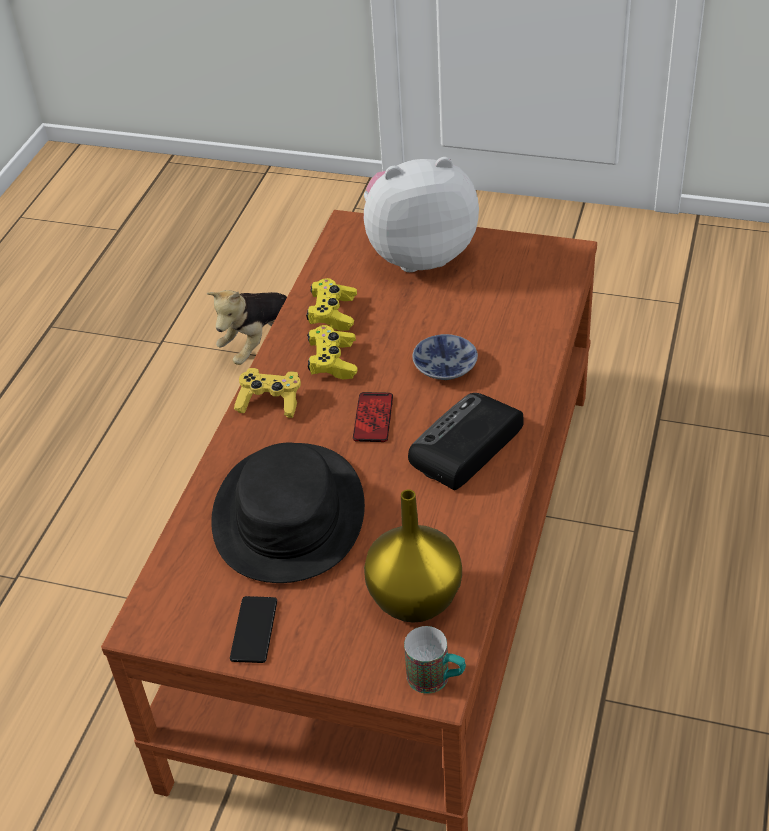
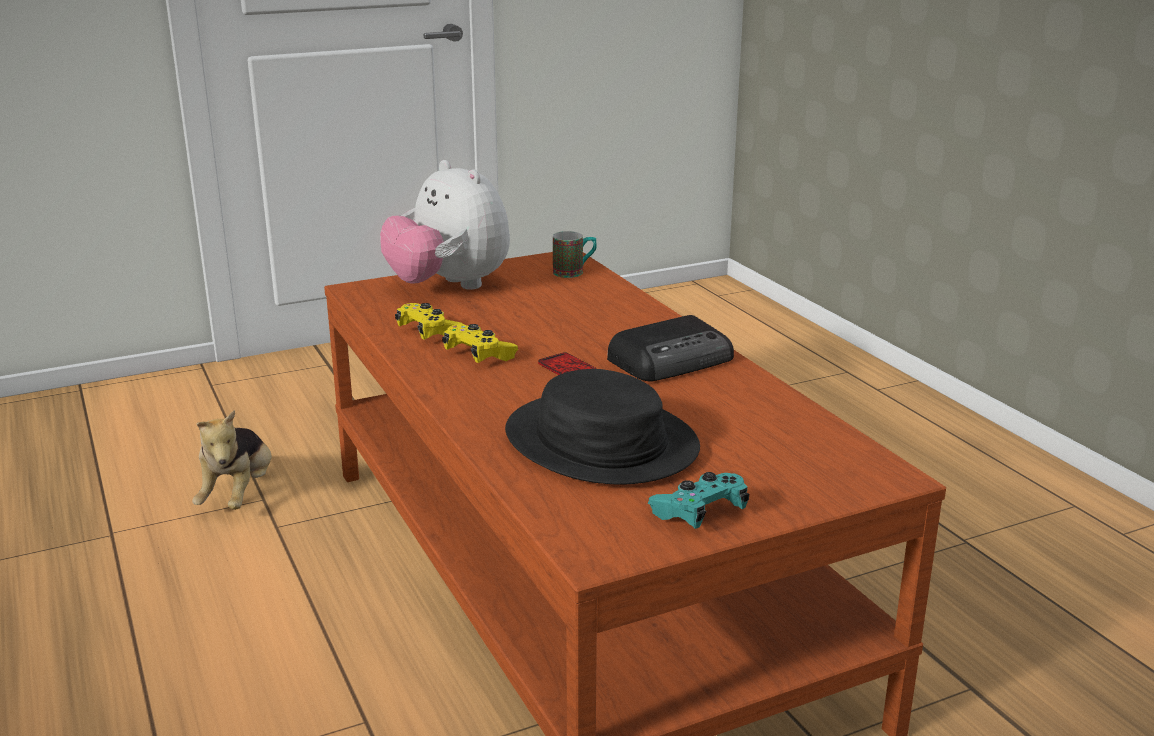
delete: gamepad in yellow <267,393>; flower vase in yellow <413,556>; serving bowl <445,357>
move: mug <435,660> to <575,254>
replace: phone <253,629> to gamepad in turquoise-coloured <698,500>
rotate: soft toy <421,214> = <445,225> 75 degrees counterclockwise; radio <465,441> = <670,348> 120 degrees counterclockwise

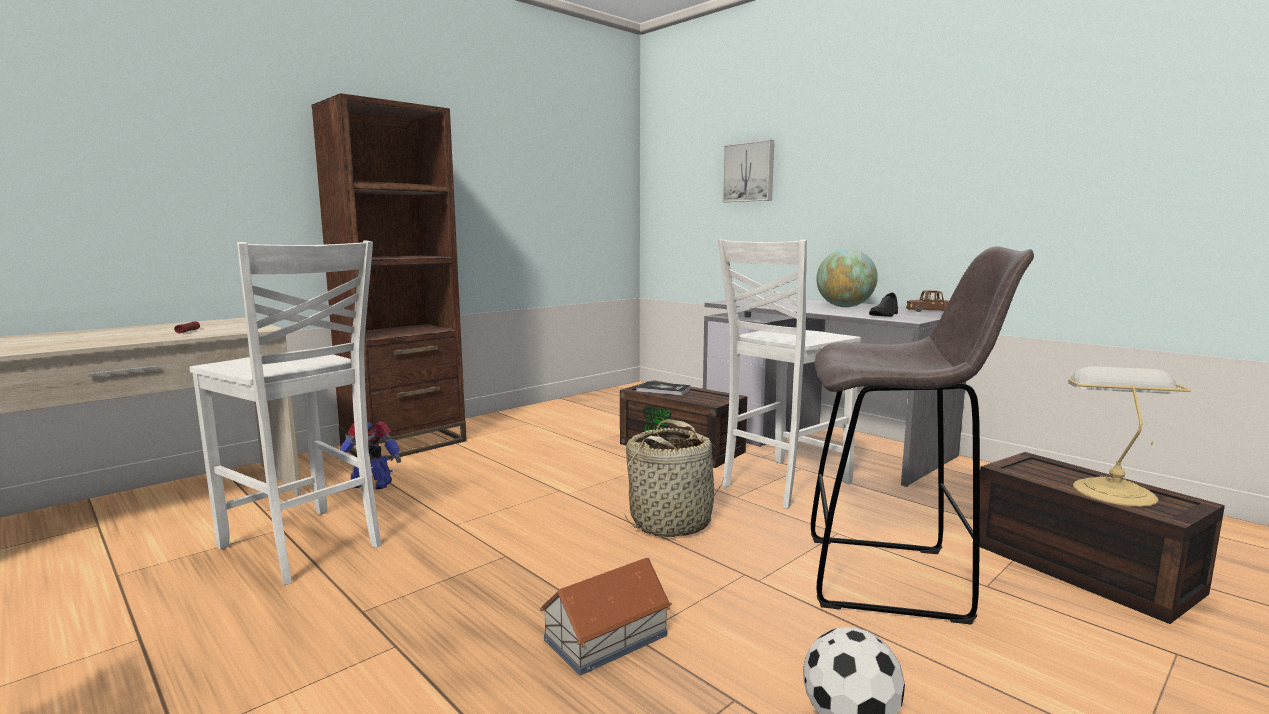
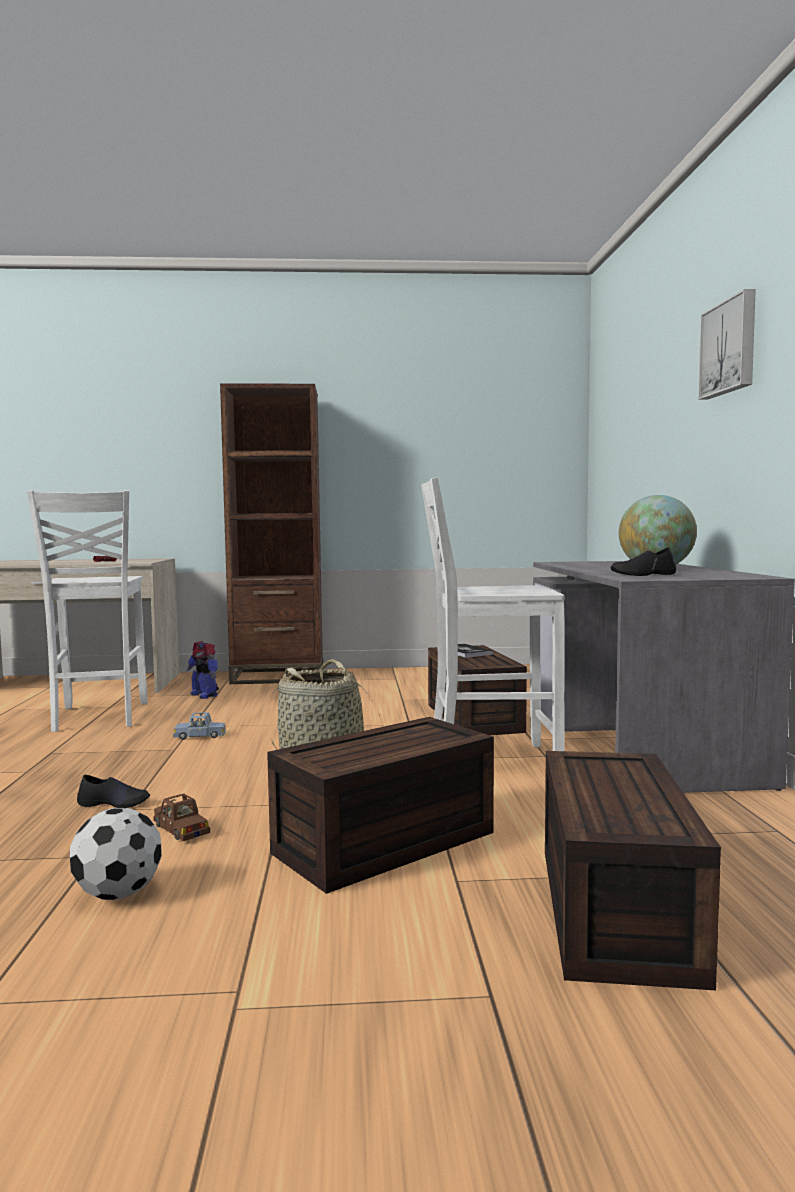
delete: table lamp <1129,436>
insert: miniature car in bluish <199,726>
move: wall picture <748,171> to <727,344>; miniature car in brownish <927,301> to <181,817>
replace: miniature house <606,617> to item of footwear in black-coloured <113,791>; stool seat in grey <922,435> to storage container in brownish <380,805>

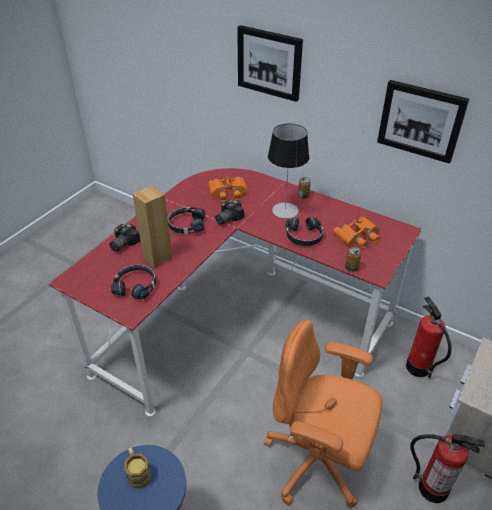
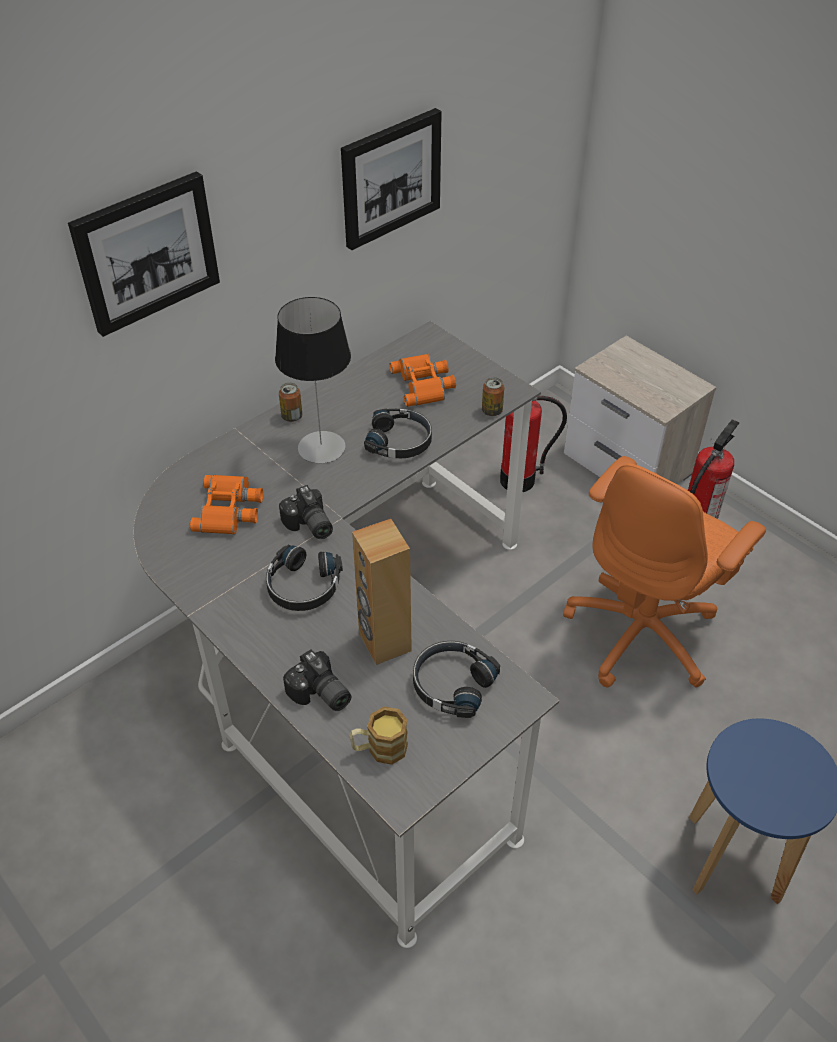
move: mug <137,468> to <379,736>
recolor: desk in reddish <235,292> to desk in grey <346,634>

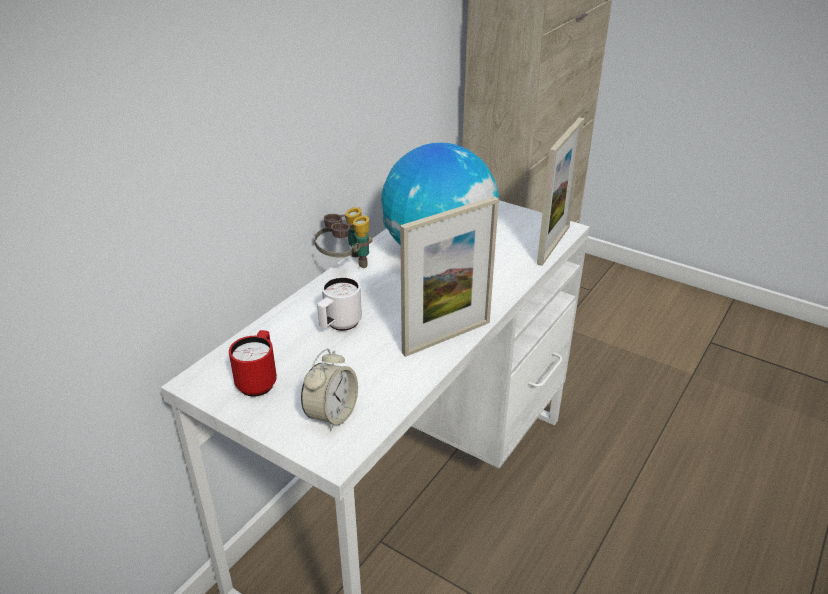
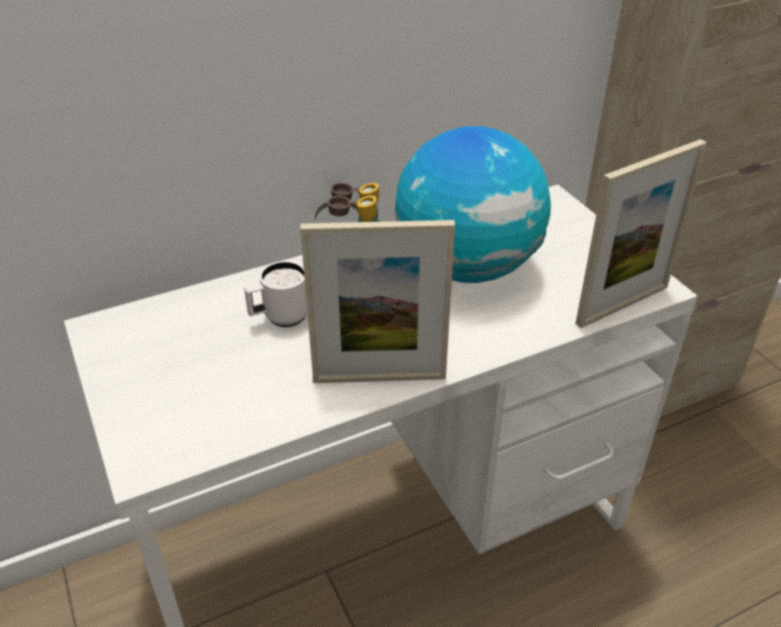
delete: mug in reddish <253,363>; table clock <329,389>

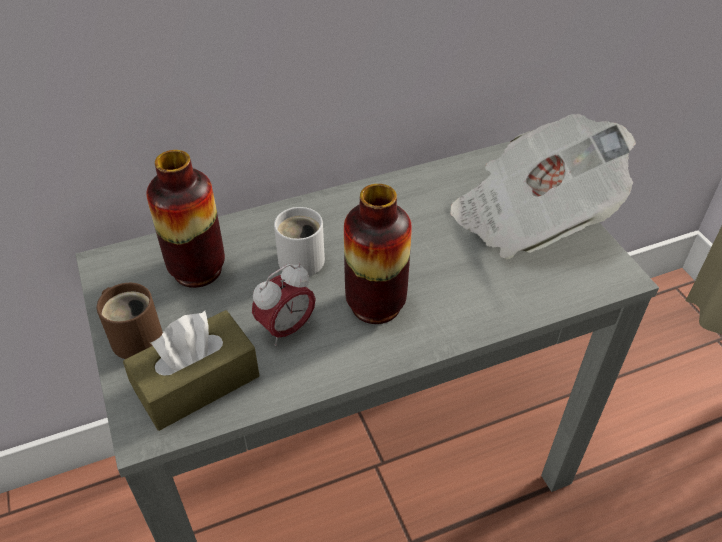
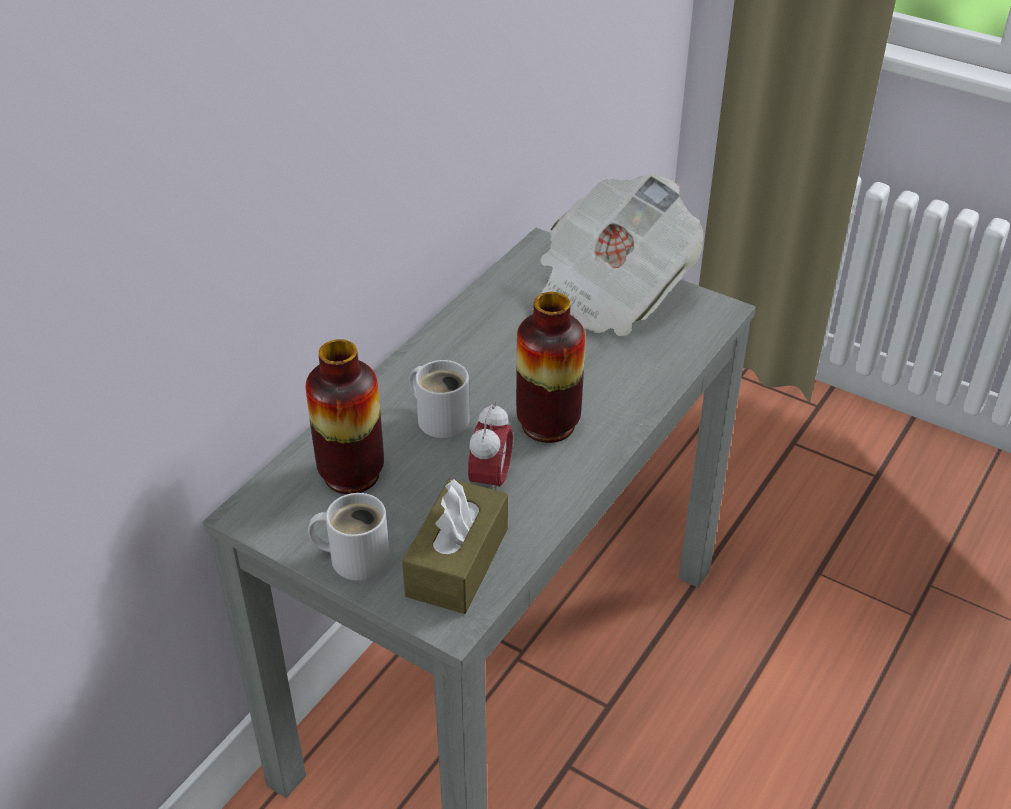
recolor: mug in brownish <130,321> to mug in white <349,537>

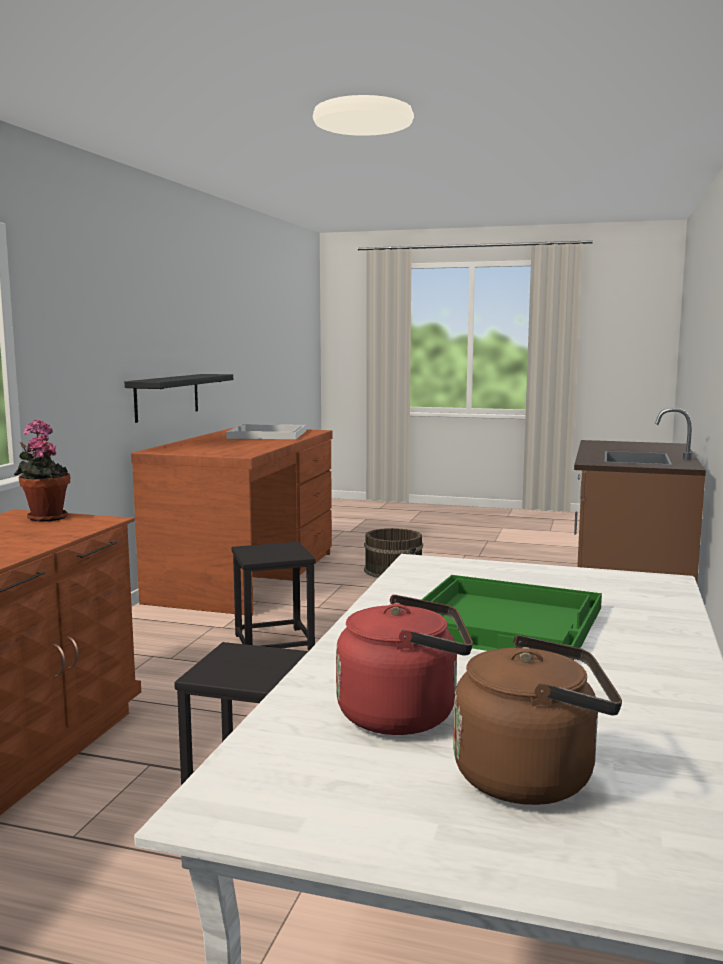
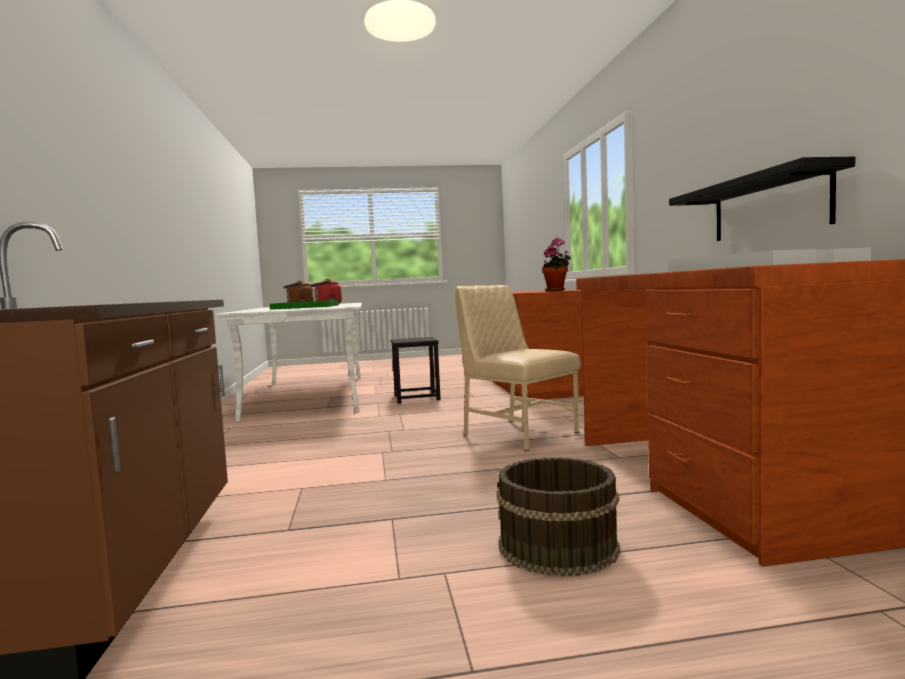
replace: stool seat in black-coloured <274,596> to plain chair in beige-coloured <517,368>

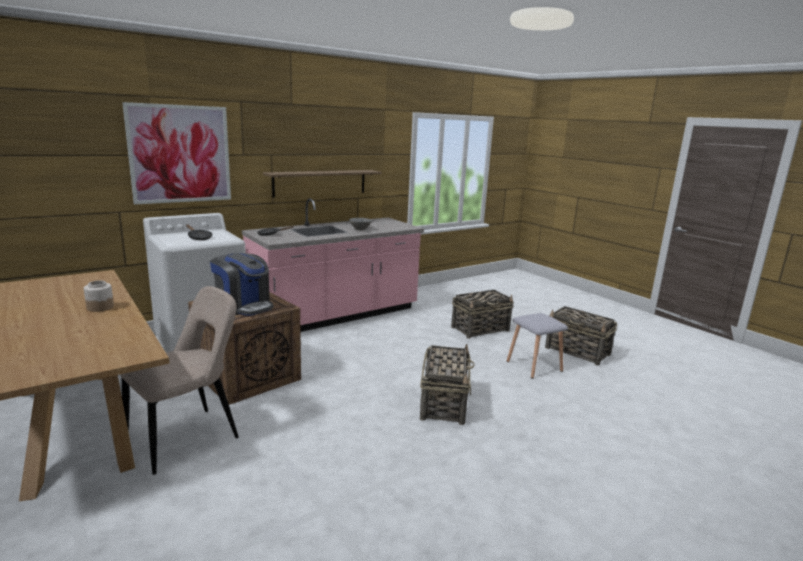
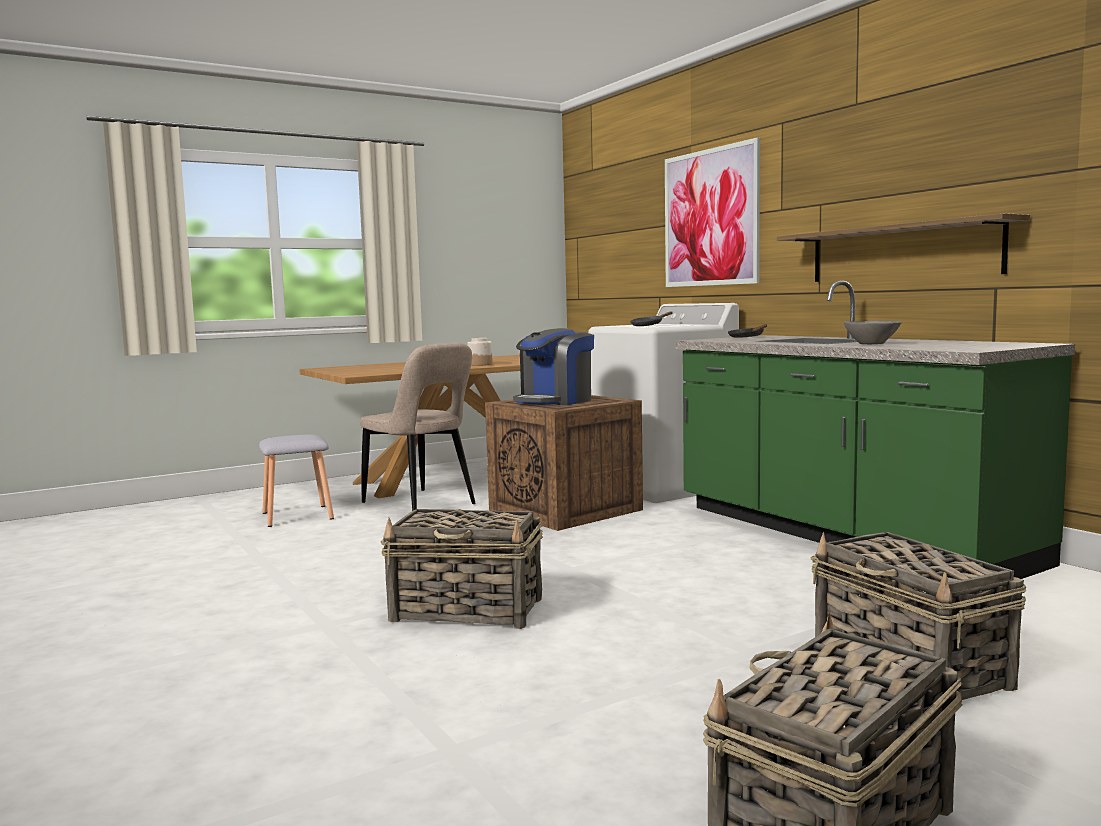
move: stool seat in grey <537,346> to <296,480>
recolor: kitchen base unit in pinkish <333,265> to kitchen base unit in green <875,430>

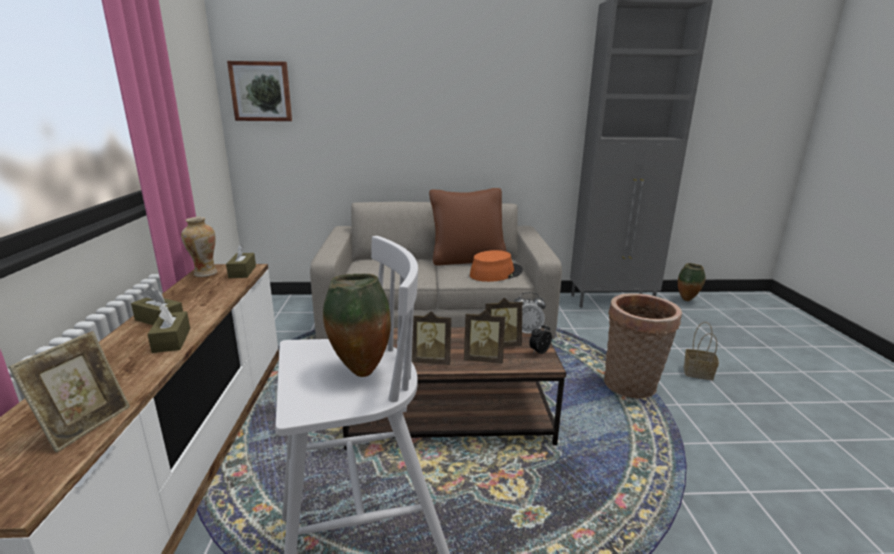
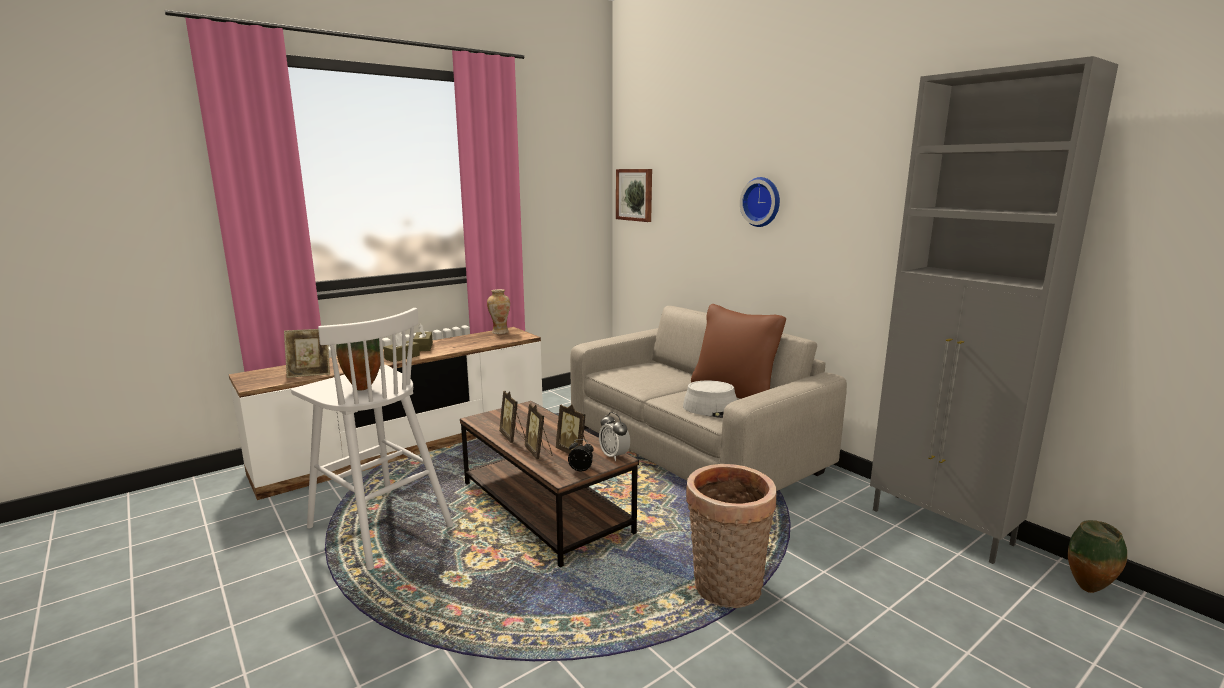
delete: tissue box in brownish <241,261>; storage basket <701,351>
insert: wall clock <760,202>
recolor: wearable hat in orangey <496,266> to wearable hat in grey <710,399>

